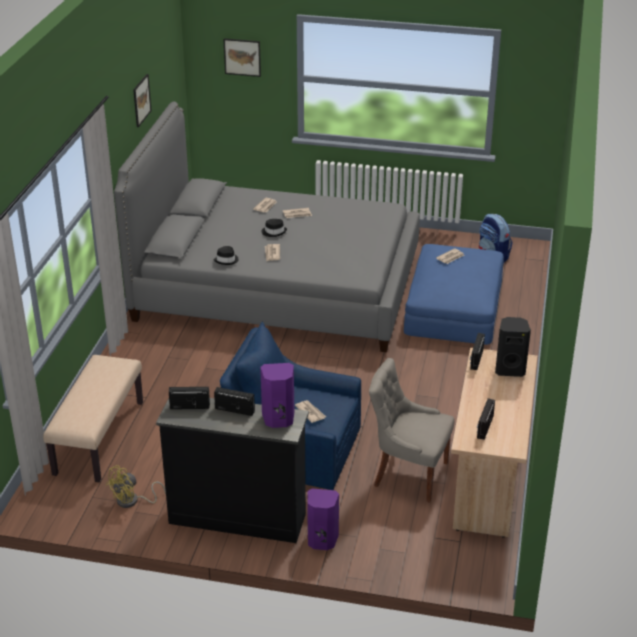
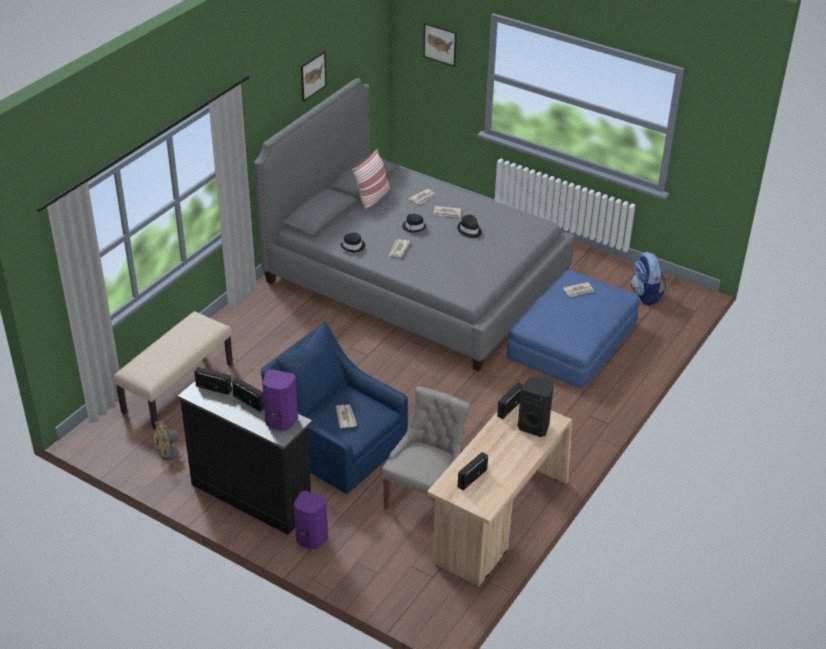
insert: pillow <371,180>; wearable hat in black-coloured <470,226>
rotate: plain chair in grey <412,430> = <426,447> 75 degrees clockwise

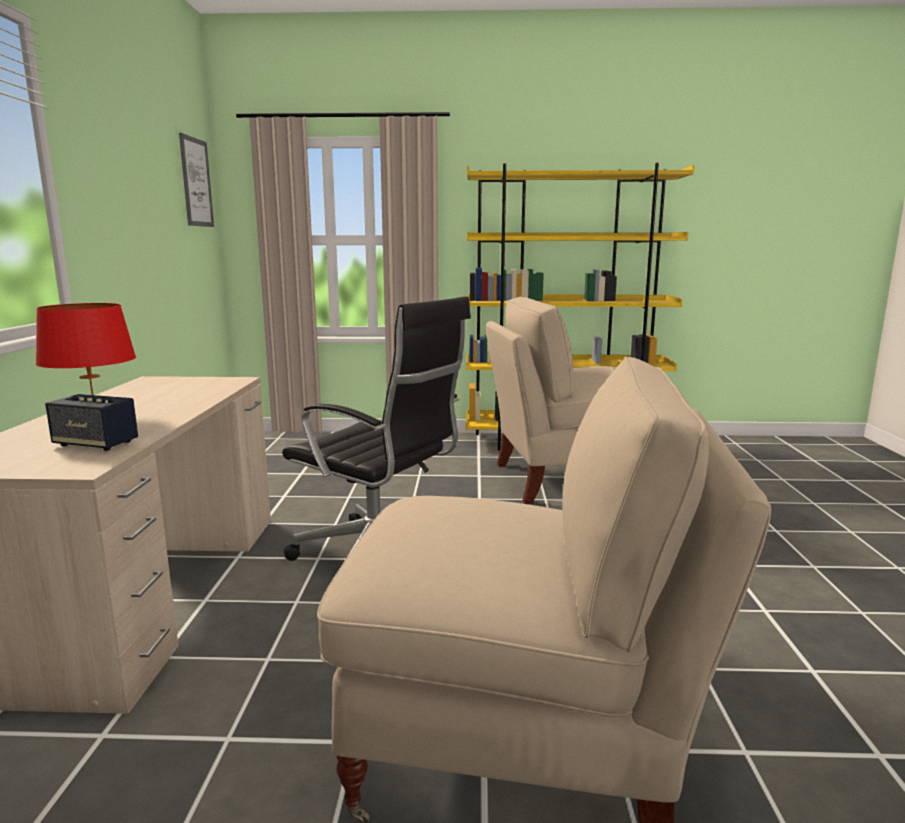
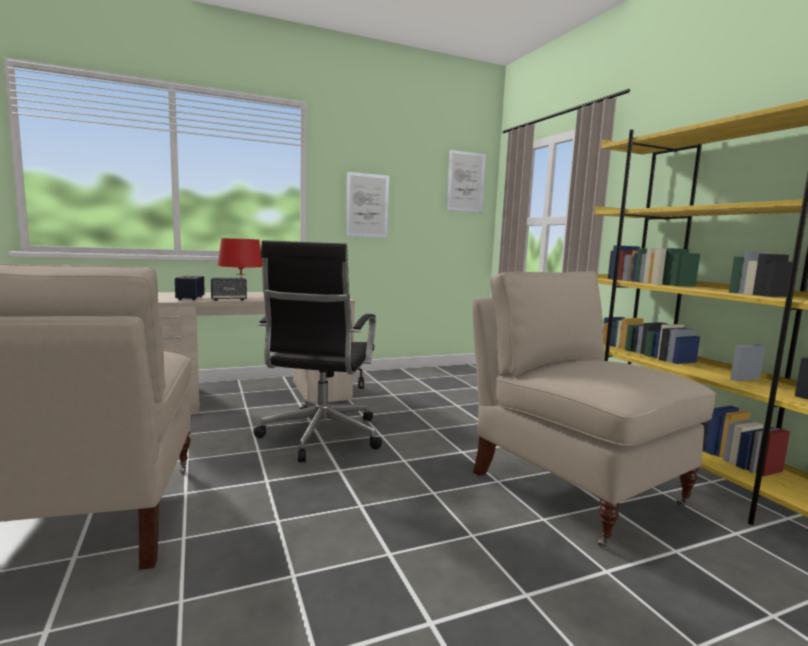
insert: audio speaker <229,289>; wall picture <367,205>

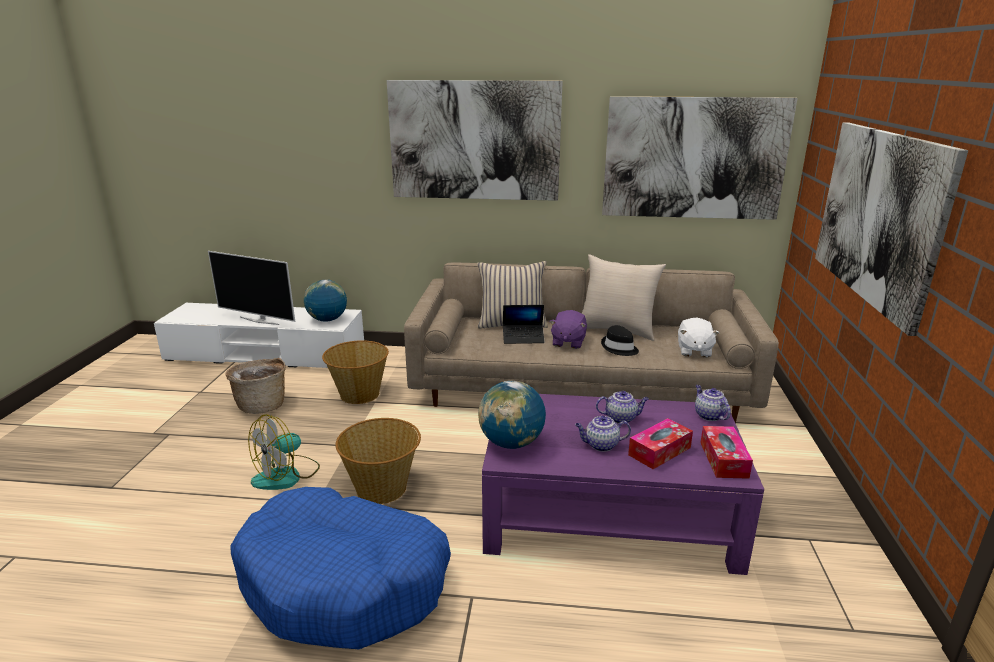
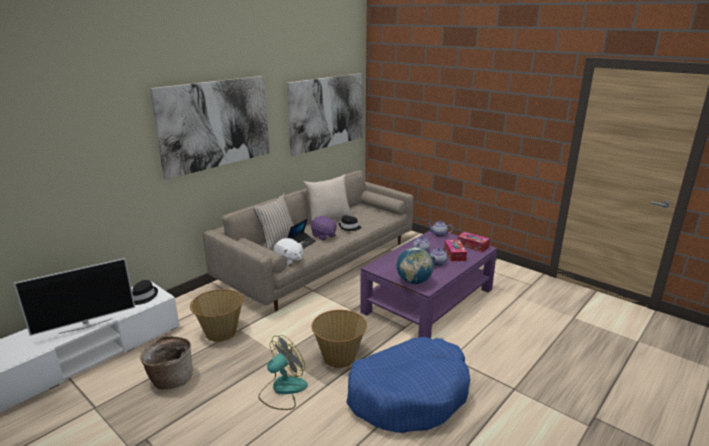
delete: wall picture <891,229>
move: soft toy in white <698,338> to <288,252>
replace: globe <325,301> to wearable hat in black-coloured <145,292>
rotate: cooling fan <284,452> = <283,372> 120 degrees counterclockwise

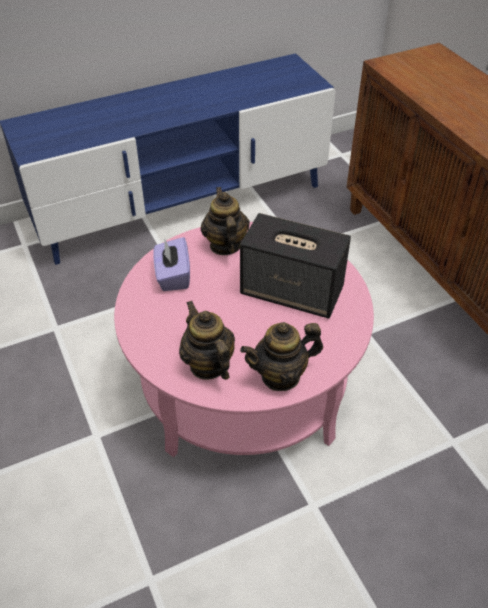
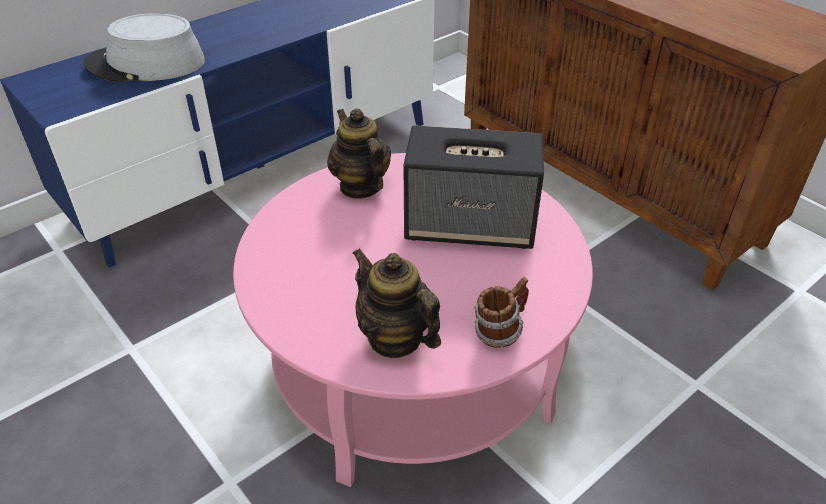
delete: tissue box in purple <171,264>
insert: wearable hat in grey <144,47>
replace: pot for tea <281,356> to mug <501,312>

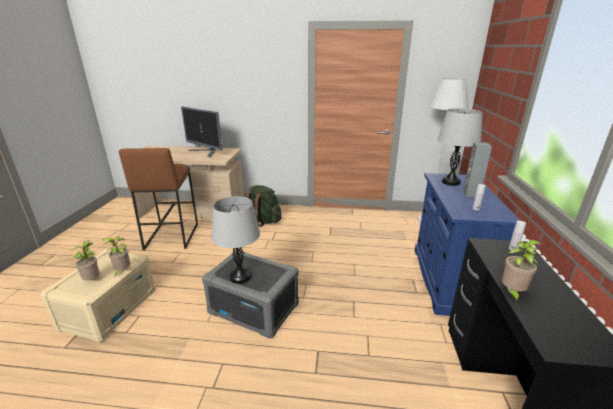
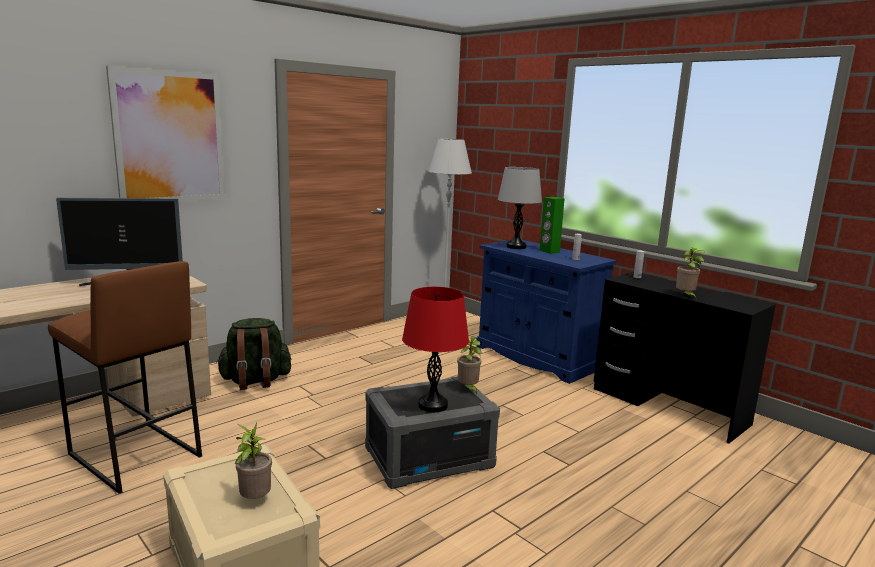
insert: wall picture <165,133>
move: plant in a pot <116,257> to <469,365>
recolor: table lamp in grey <235,240> to table lamp in reddish <435,349>; audio speaker in grey <477,169> to audio speaker in green <552,225>

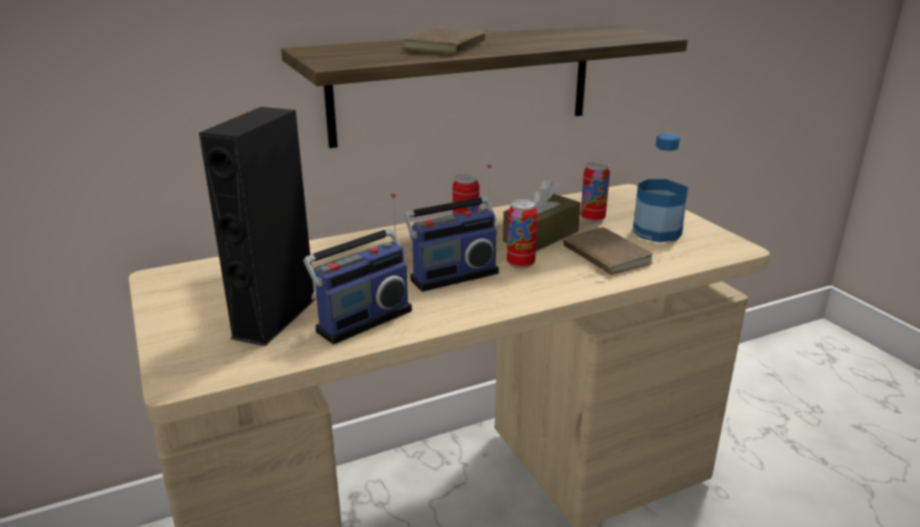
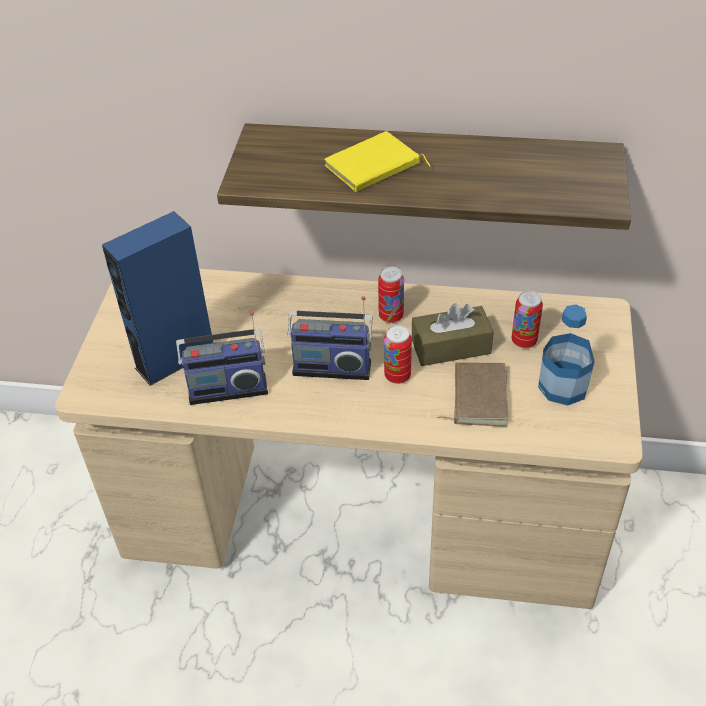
recolor: audio speaker in black-coloured <257,226> to audio speaker in bluish <157,298>; book in brownish <452,40> to book in yellow <377,161>

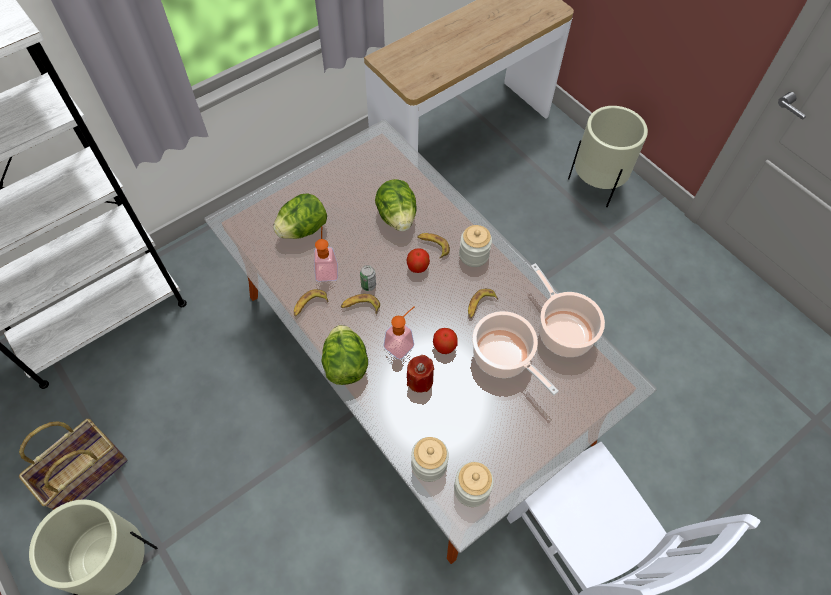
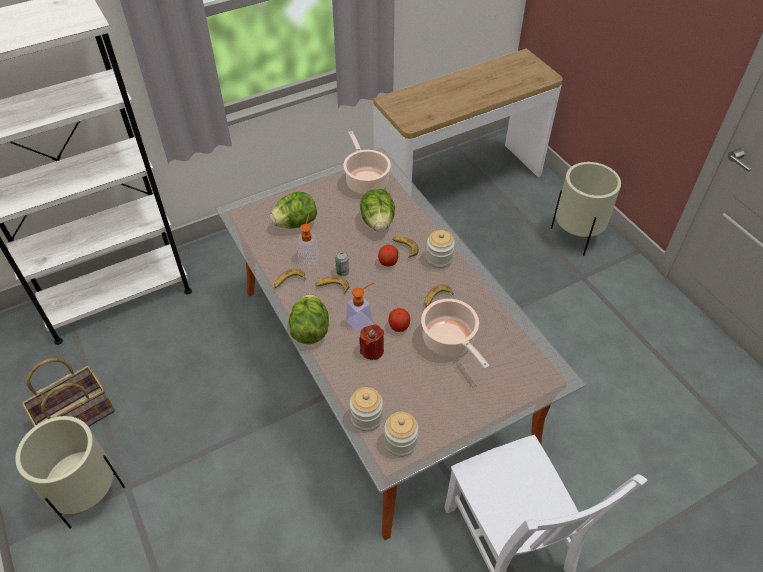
move: saucepot <567,310> to <367,163>

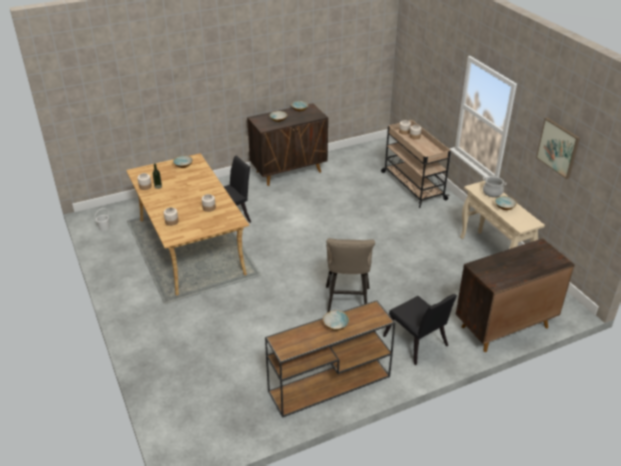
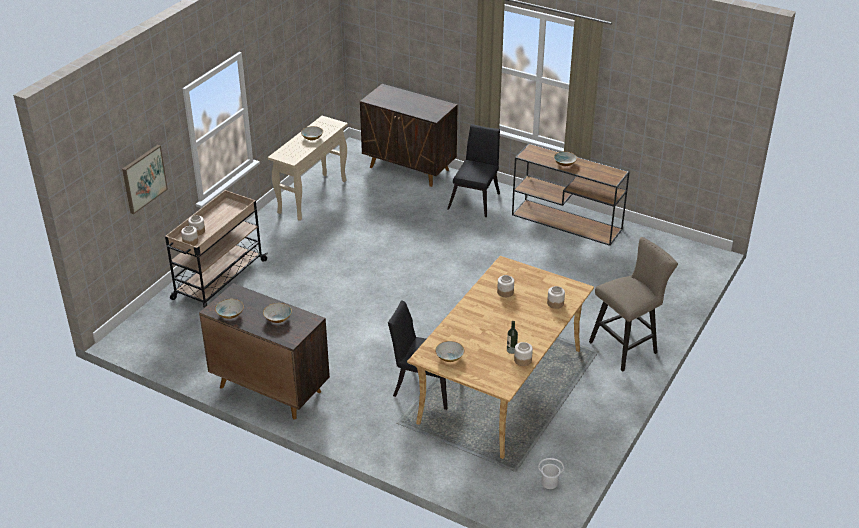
delete: saucepot <495,186>
move: stool seat in beige-coloured <350,275> to <633,304>; wall picture <558,148> to <145,179>

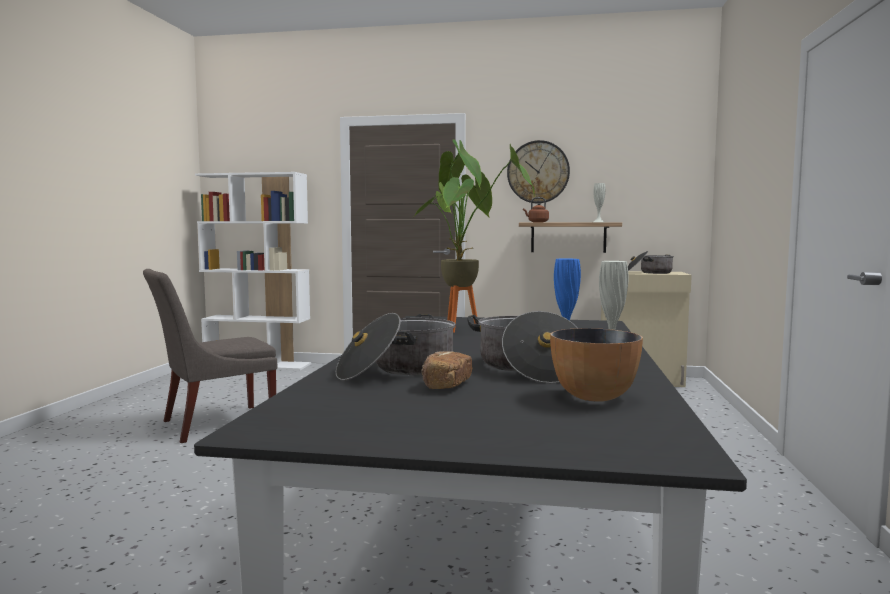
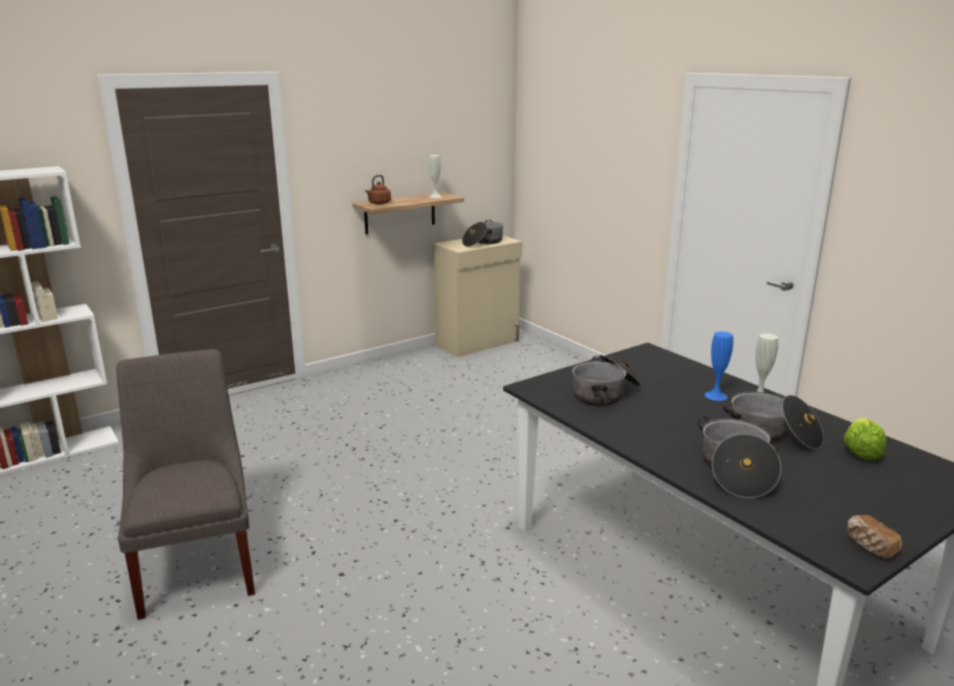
delete: wall clock <538,171>
move: baked bread <447,370> to <874,537>
replace: plant in a pot <475,235> to saucepot <606,380>; serving bowl <596,365> to lettuce <865,439>
rotate: plain chair in grey <210,356> = <185,484> 150 degrees clockwise

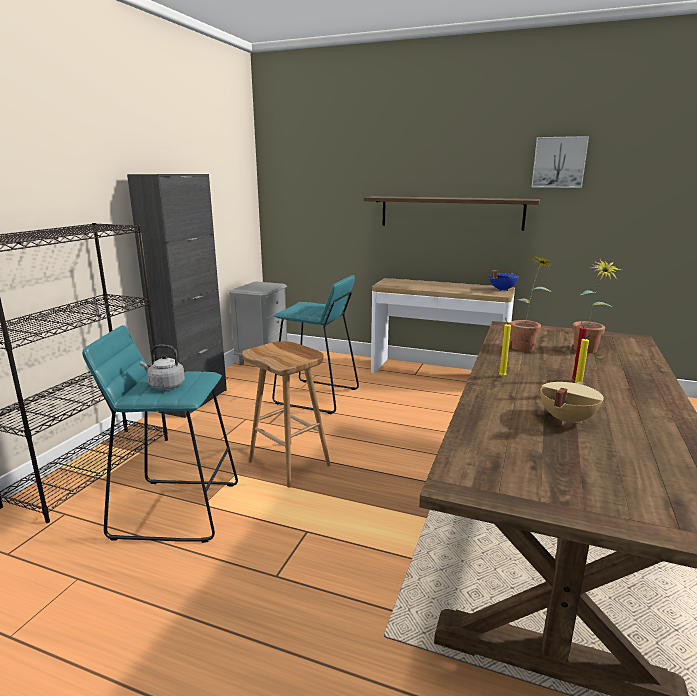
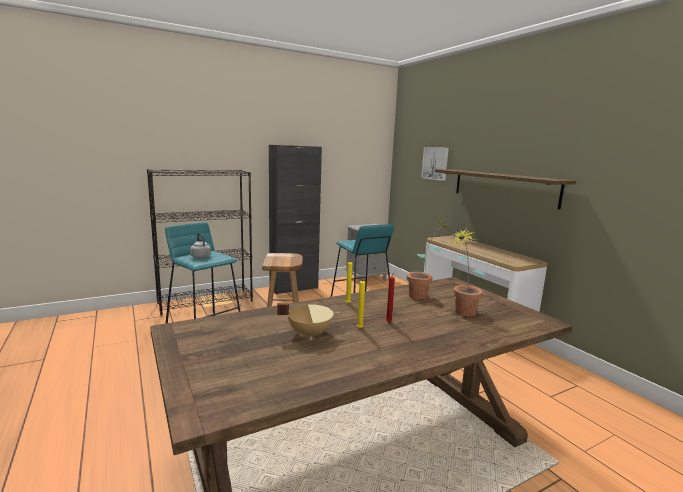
delete: saucepot in bluish <504,280>
move: wall picture <560,162> to <435,164>

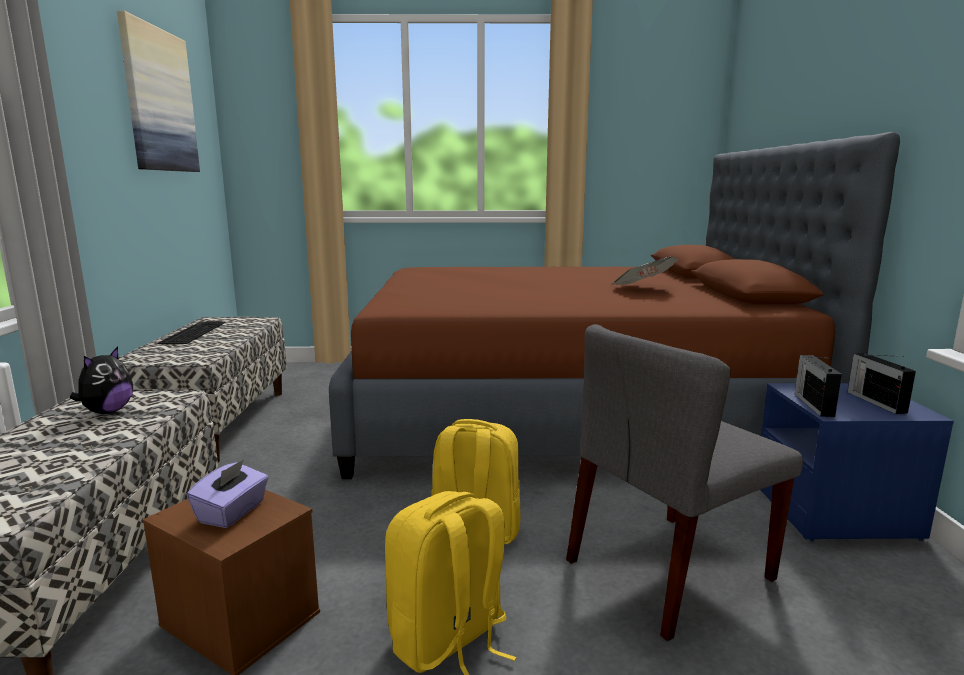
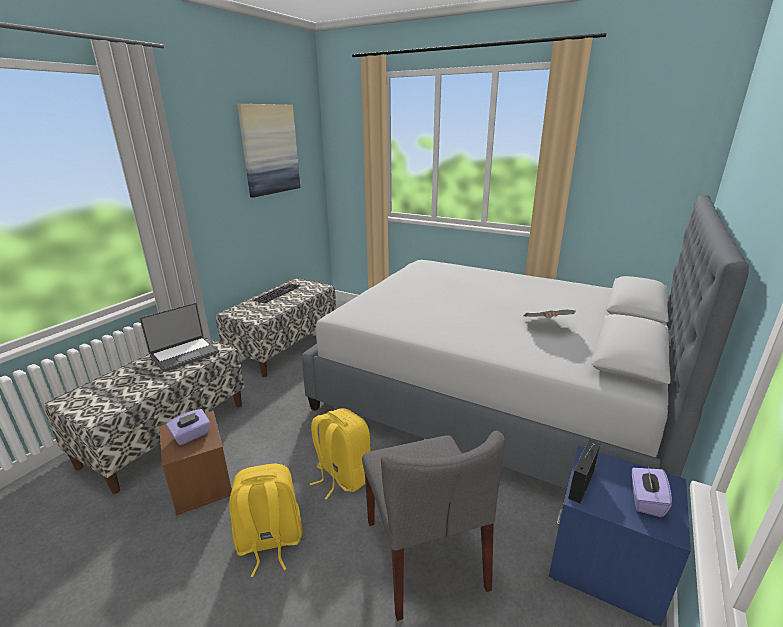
replace: soft toy <101,380> to notebook computer <179,337>; radio <882,383> to tissue box in purple <652,491>
recolor: sleeping bed in brownish <614,305> to sleeping bed in grey <525,342>
rotate: plain chair in grey <684,482> = <433,526> 105 degrees counterclockwise

